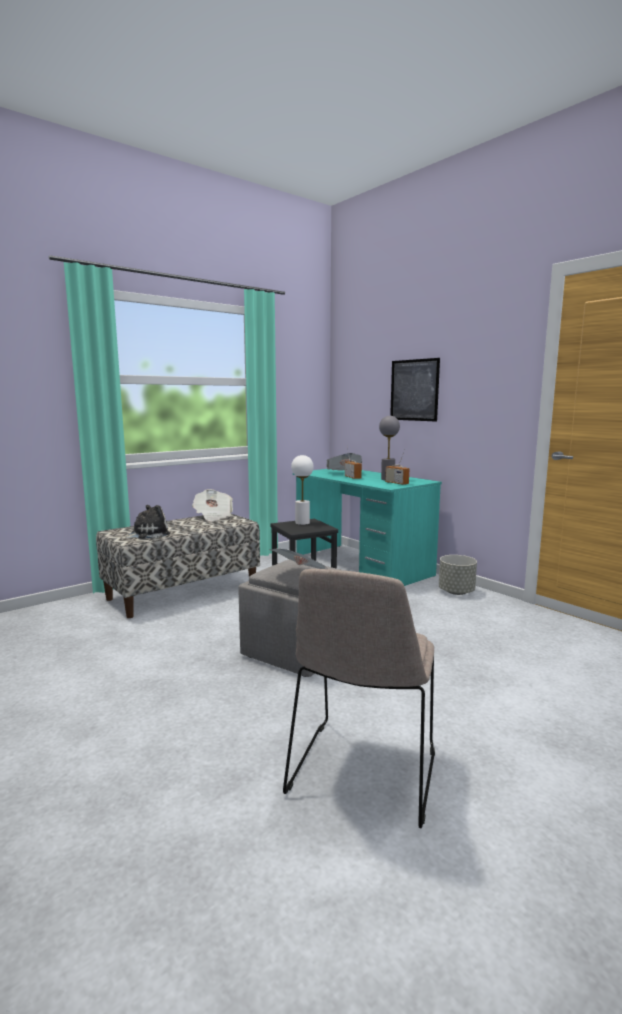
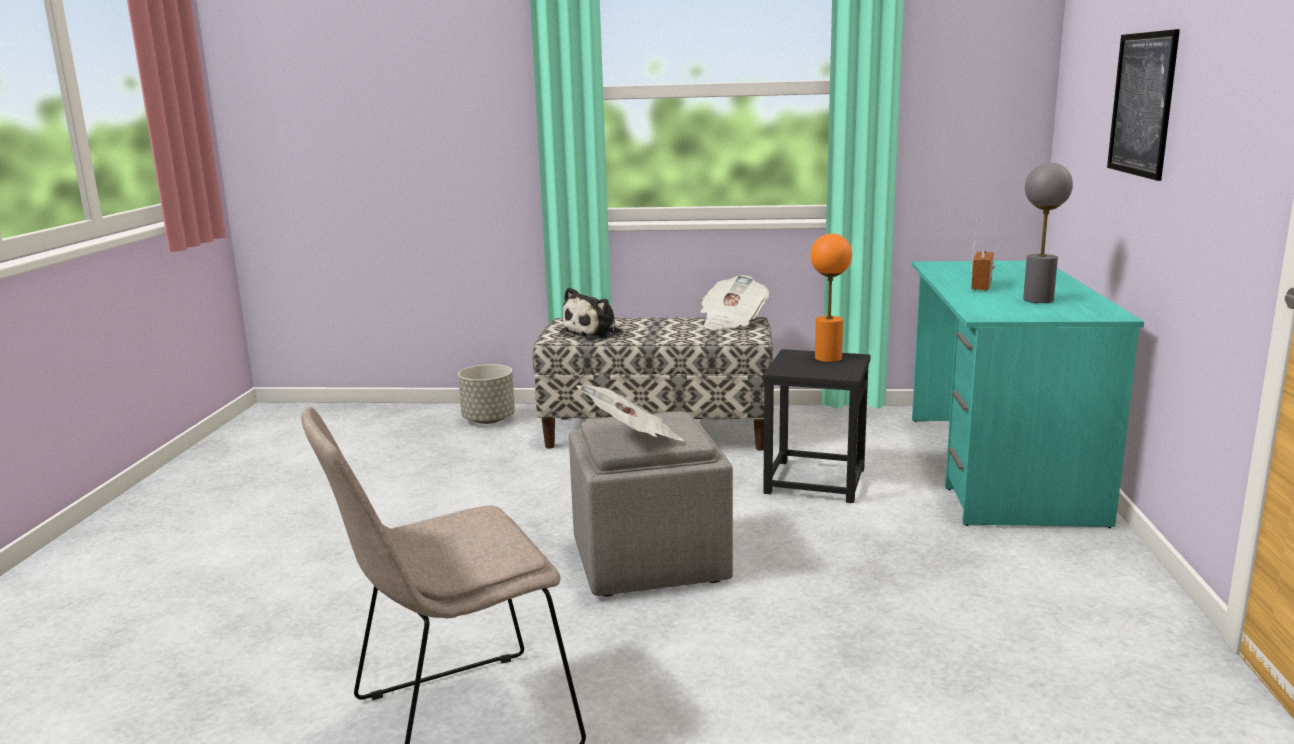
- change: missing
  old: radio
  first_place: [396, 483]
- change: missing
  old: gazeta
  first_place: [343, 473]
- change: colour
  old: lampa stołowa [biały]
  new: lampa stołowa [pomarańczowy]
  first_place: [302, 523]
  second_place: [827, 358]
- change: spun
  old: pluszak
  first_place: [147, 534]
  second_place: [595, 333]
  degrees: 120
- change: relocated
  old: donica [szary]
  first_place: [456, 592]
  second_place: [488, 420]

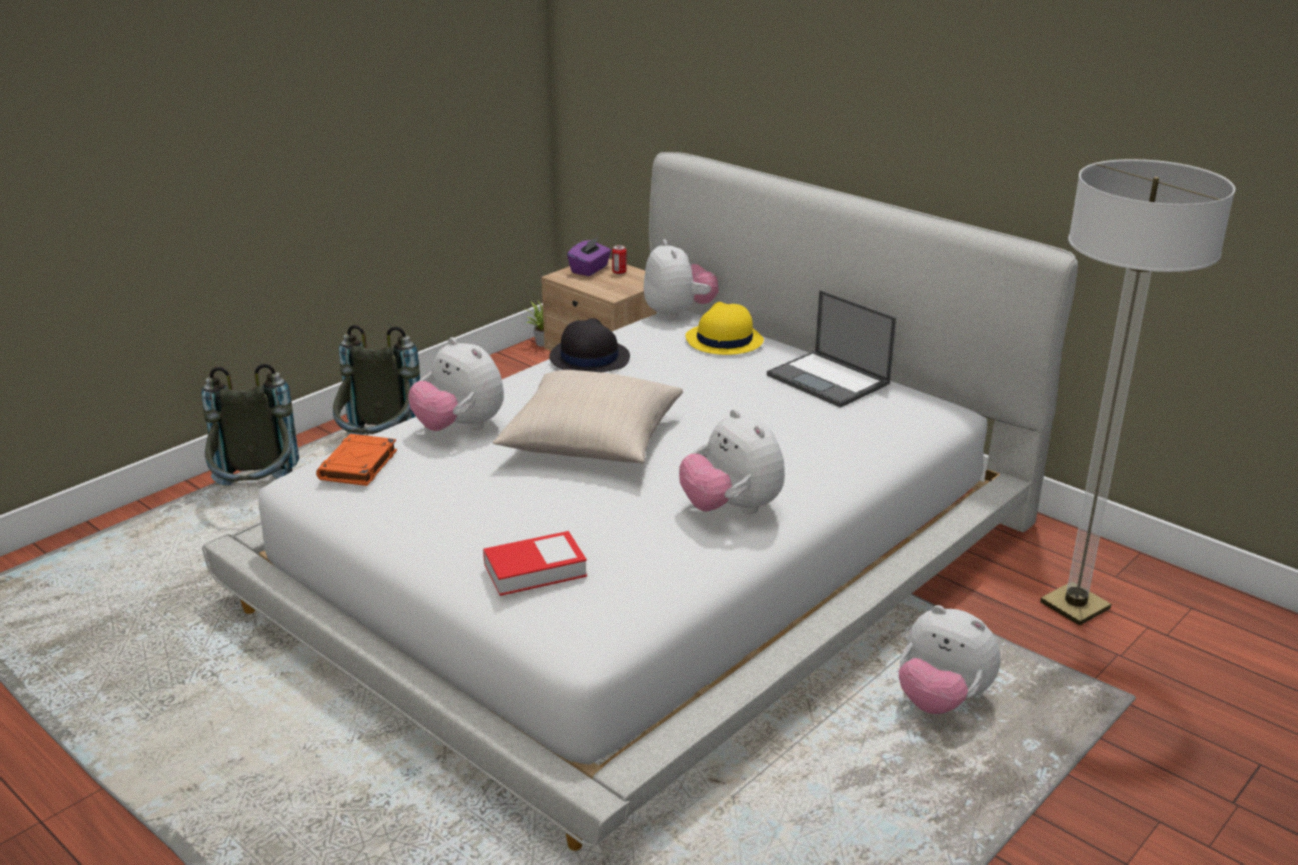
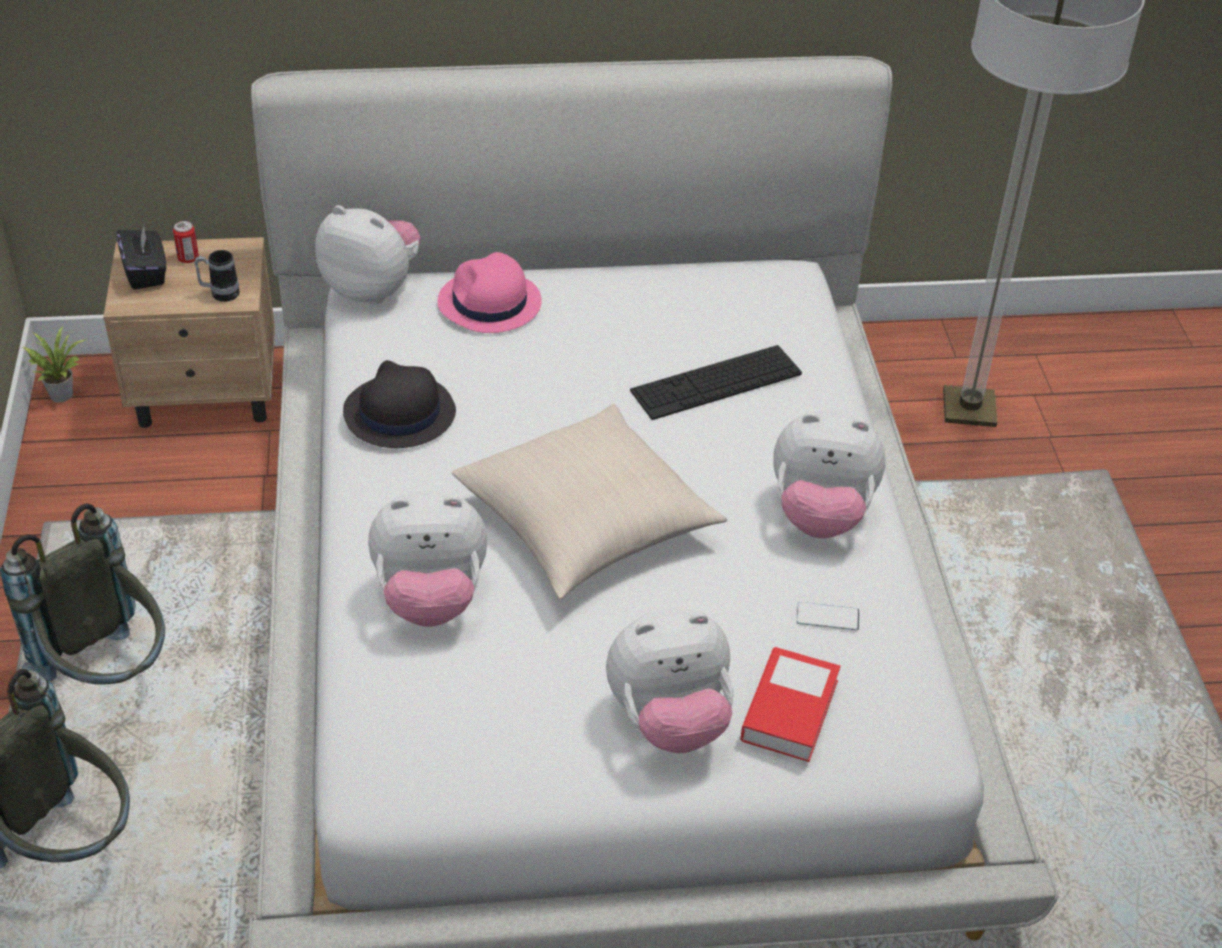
- change: colour
  old: pudełko chusteczek [fioletowy]
  new: pudełko chusteczek [czarny]
  first_place: [590, 269]
  second_place: [145, 273]
- change: missing
  old: laptop
  first_place: [829, 380]
- change: colour
  old: kapelusz [żółty]
  new: kapelusz [różowy]
  first_place: [723, 340]
  second_place: [489, 303]
- change: missing
  old: książka [pomarańczowy]
  first_place: [358, 465]
- change: relocated
  old: pluszak
  first_place: [941, 700]
  second_place: [669, 720]
- change: appeared
  new: kubek
  second_place: [219, 294]
- change: appeared
  new: klawiatura
  second_place: [716, 382]
- change: appeared
  new: telefon
  second_place: [827, 617]

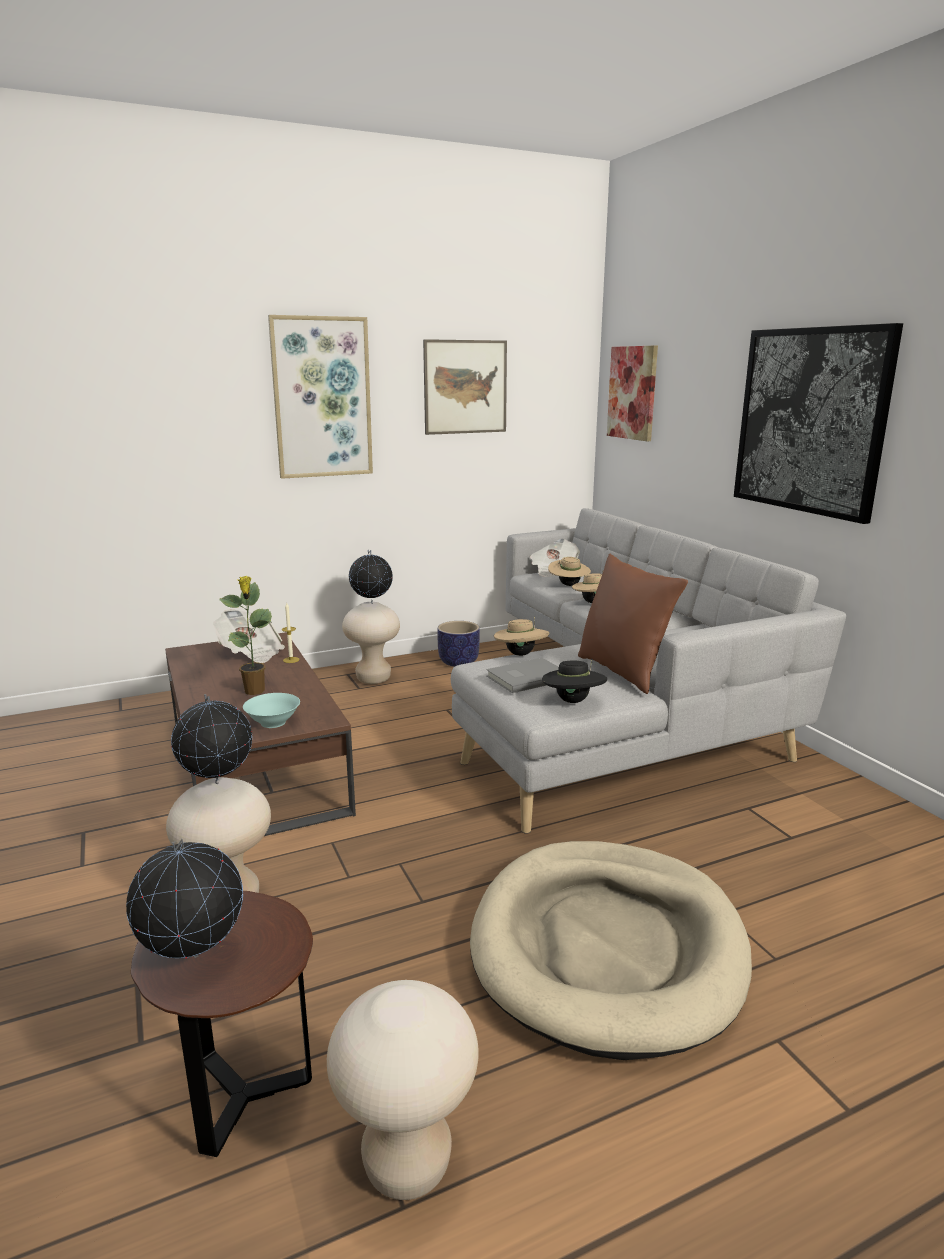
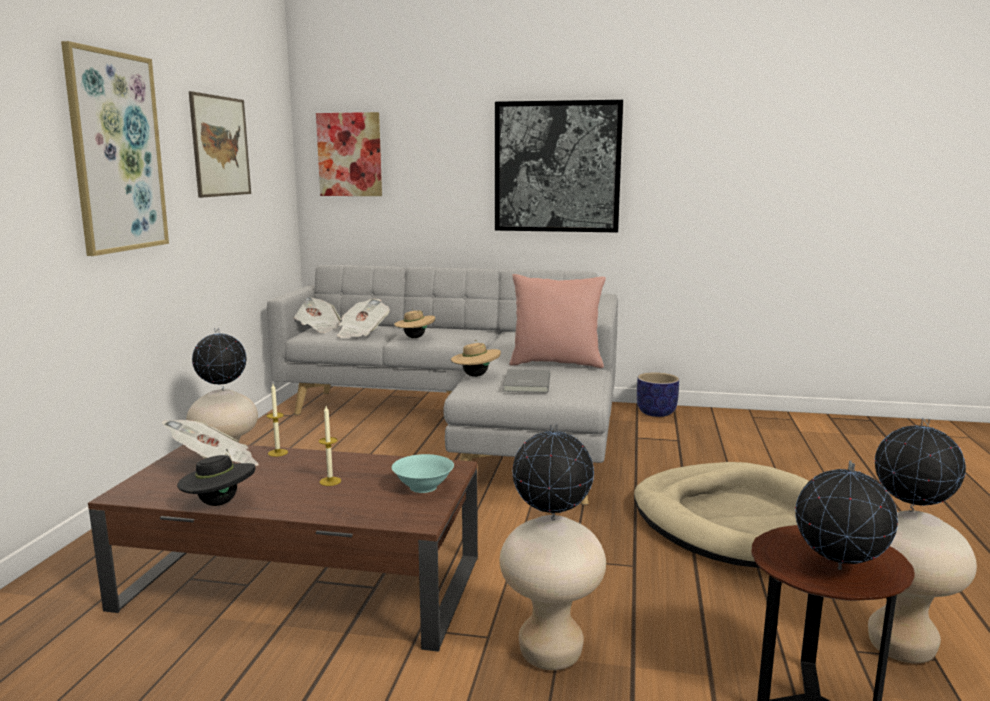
- change: colour
  old: poduszka [brązowy]
  new: poduszka [różowy]
  first_place: [623, 671]
  second_place: [556, 363]
- change: exchanged
  old: kapelusz [beżowy]
  new: gazeta
  first_place: [568, 585]
  second_place: [362, 333]
- change: exchanged
  old: roślina doniczkowa
  new: świeca
  first_place: [254, 691]
  second_place: [330, 481]
- change: relocated
  old: donica
  first_place: [459, 662]
  second_place: [656, 412]
- change: relocated
  old: kapelusz [czarny]
  first_place: [573, 701]
  second_place: [219, 503]
- change: appeared
  new: globus
  second_place: [912, 512]

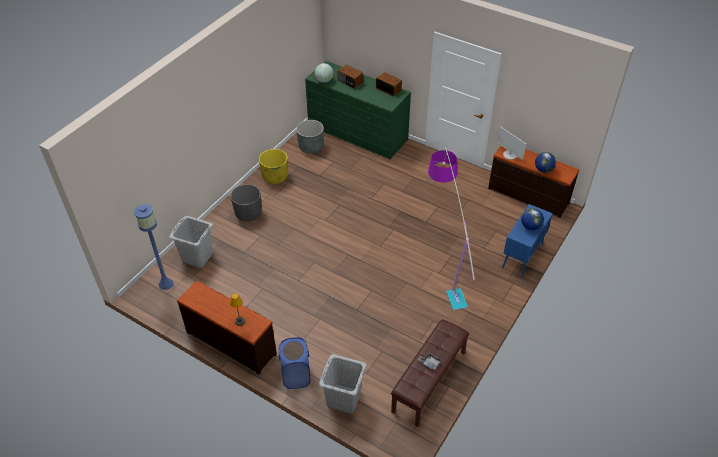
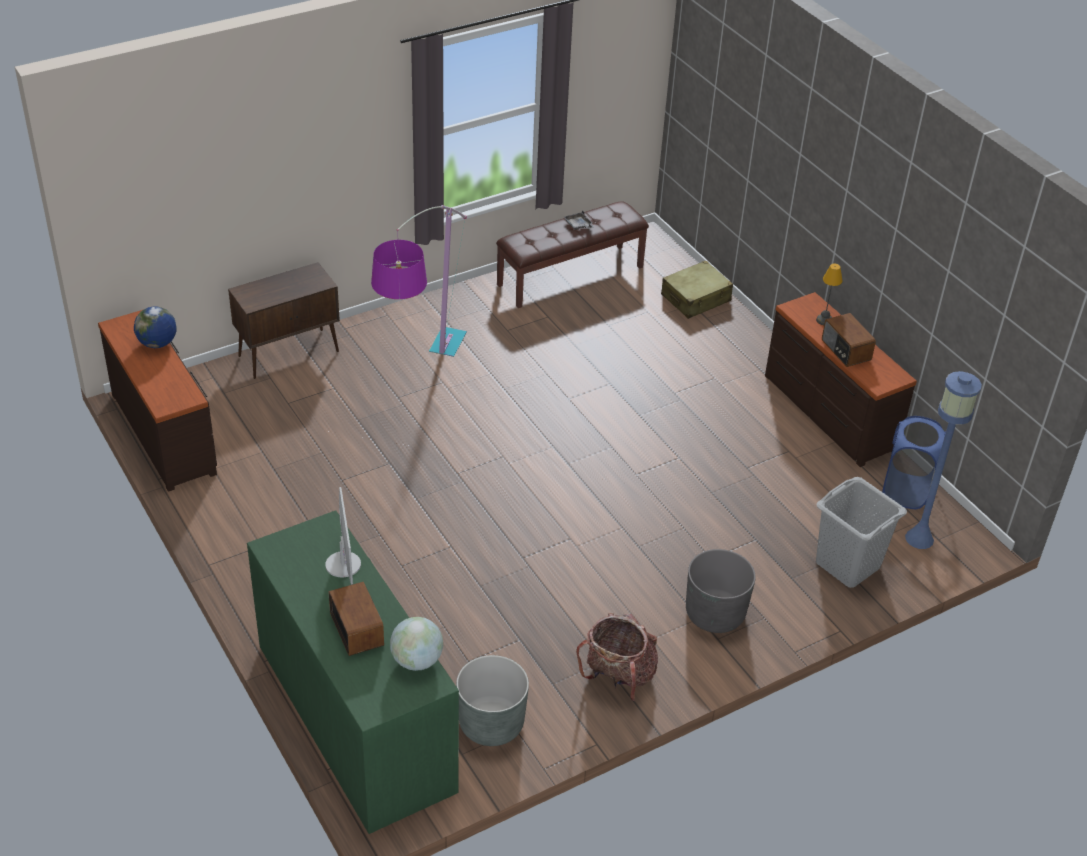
- change: relocated
  old: radio
  first_place: [388, 89]
  second_place: [845, 350]
- change: relocated
  old: monitor
  first_place: [510, 155]
  second_place: [343, 564]
- change: exchanged
  old: donica [żółty]
  new: plecak
  first_place: [275, 177]
  second_place: [618, 676]
- change: colour
  old: szafka [niebieski]
  new: szafka [brązowy]
  first_place: [522, 257]
  second_place: [289, 353]
- change: missing
  old: globus
  first_place: [530, 227]
- change: relocated
  old: kosz na pranie [niebieski]
  first_place: [296, 376]
  second_place: [906, 491]
- change: exchanged
  old: kosz na pranie [szary]
  new: walizka [beżowy]
  first_place: [344, 399]
  second_place: [696, 298]

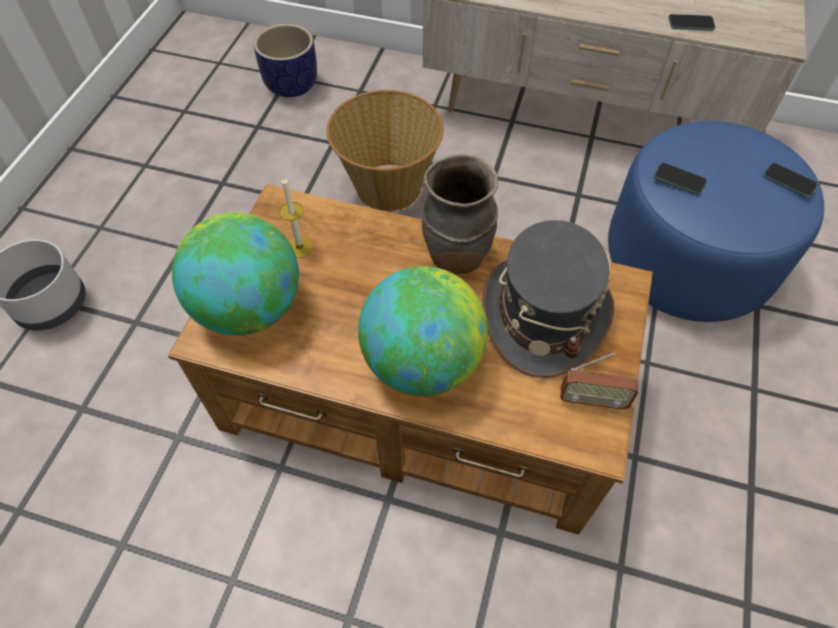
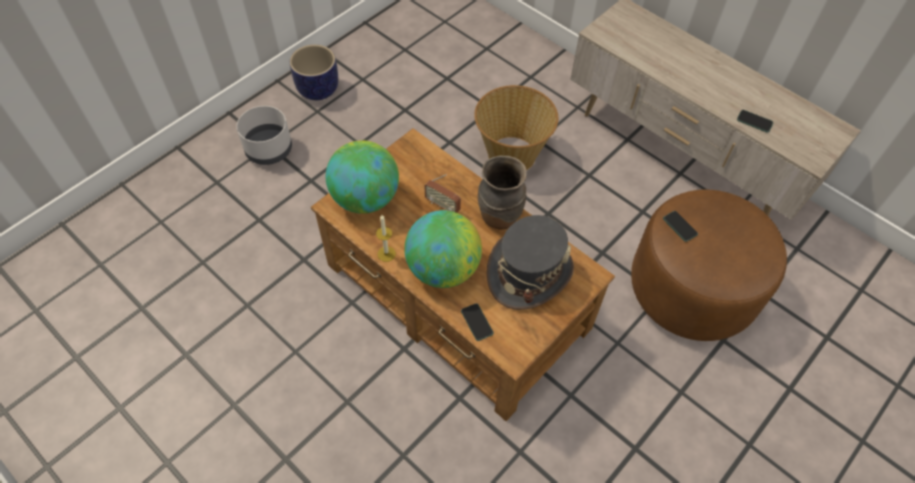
- change: relocated
  old: donica
  first_place: [292, 85]
  second_place: [318, 89]
- change: colour
  old: pufa [niebieski]
  new: pufa [brązowy]
  first_place: [687, 261]
  second_place: [692, 289]
- change: relocated
  old: telefon
  first_place: [789, 181]
  second_place: [477, 322]
- change: relocated
  old: świeca
  first_place: [299, 247]
  second_place: [386, 254]
- change: relocated
  old: radio
  first_place: [592, 400]
  second_place: [442, 206]

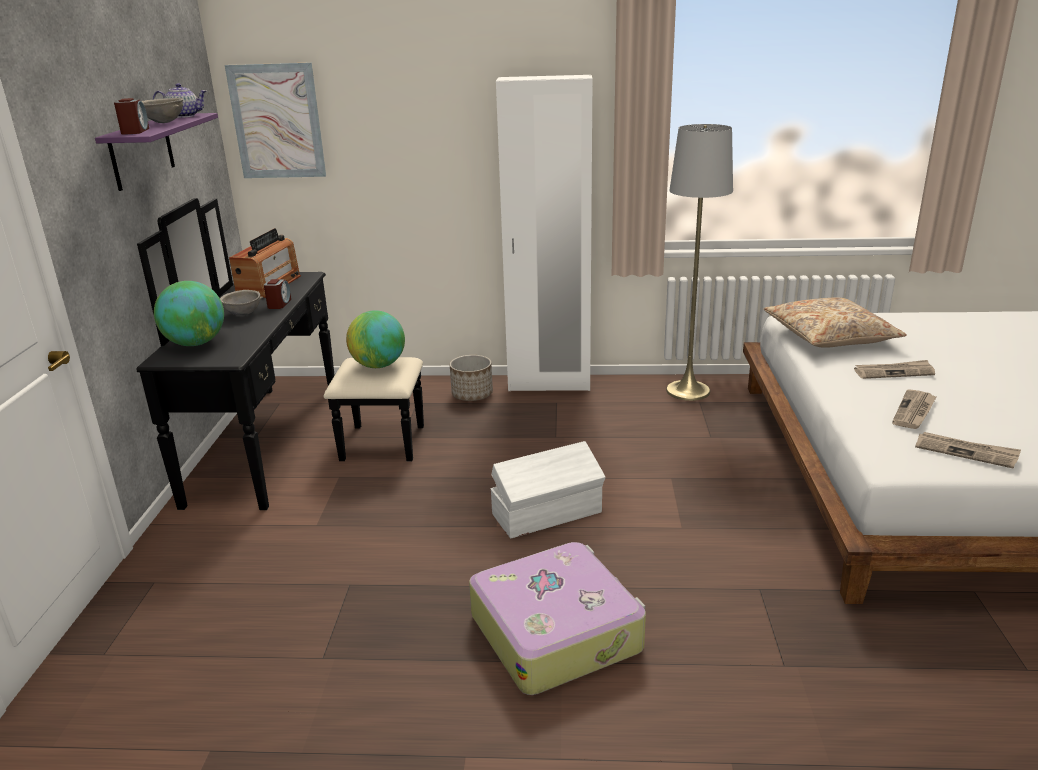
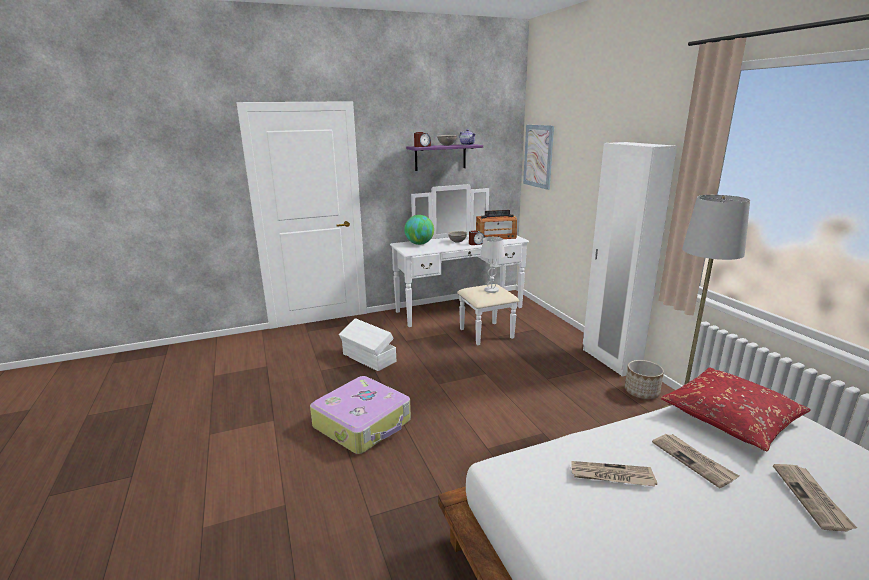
- change: colour
  old: komoda [czarny]
  new: komoda [biały]
  first_place: [294, 442]
  second_place: [465, 314]
- change: colour
  old: poduszka [beżowy]
  new: poduszka [czerwony]
  first_place: [829, 336]
  second_place: [731, 417]
- change: exchanged
  old: globus
  new: lampa stołowa [biały]
  first_place: [378, 365]
  second_place: [491, 290]
- change: relocated
  old: donica
  first_place: [472, 394]
  second_place: [641, 392]
- change: relocated
  old: gazeta
  first_place: [966, 452]
  second_place: [812, 498]
- change: relocated
  old: pojemnik do przechowywania [biały]
  first_place: [548, 514]
  second_place: [369, 358]

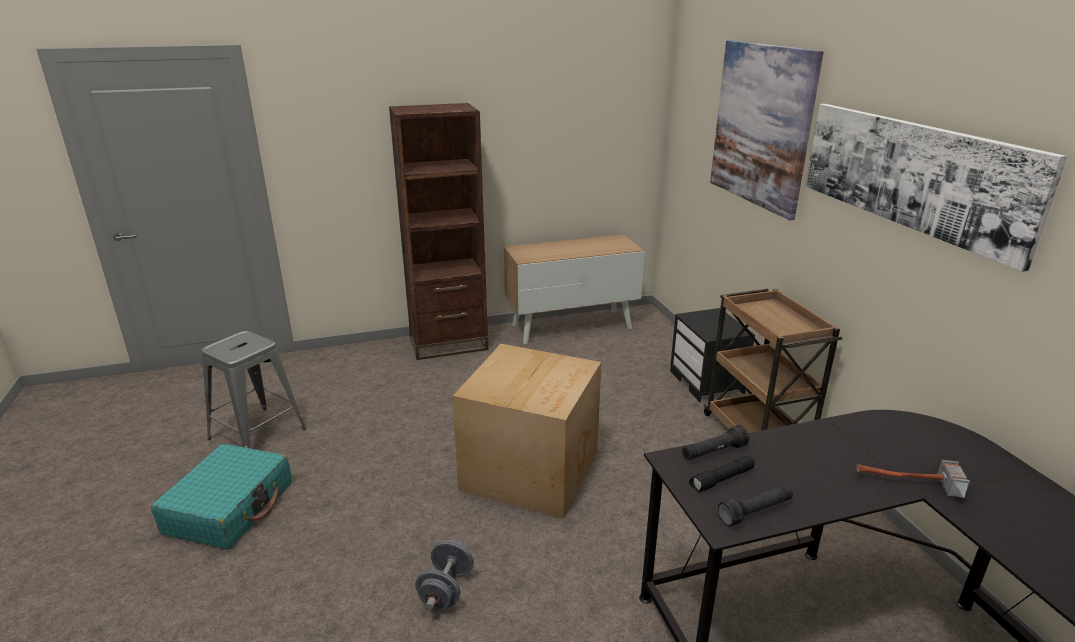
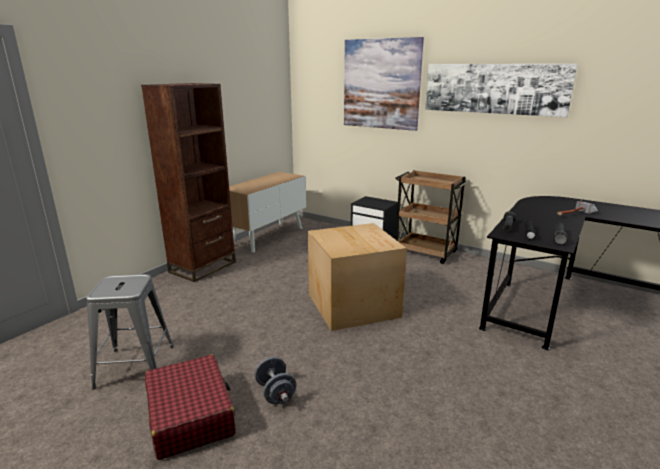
- change: colour
  old: walizka [turkusowy]
  new: walizka [czerwony]
  first_place: [230, 508]
  second_place: [190, 415]
- change: relocated
  old: hantel [szary]
  first_place: [446, 590]
  second_place: [275, 393]

